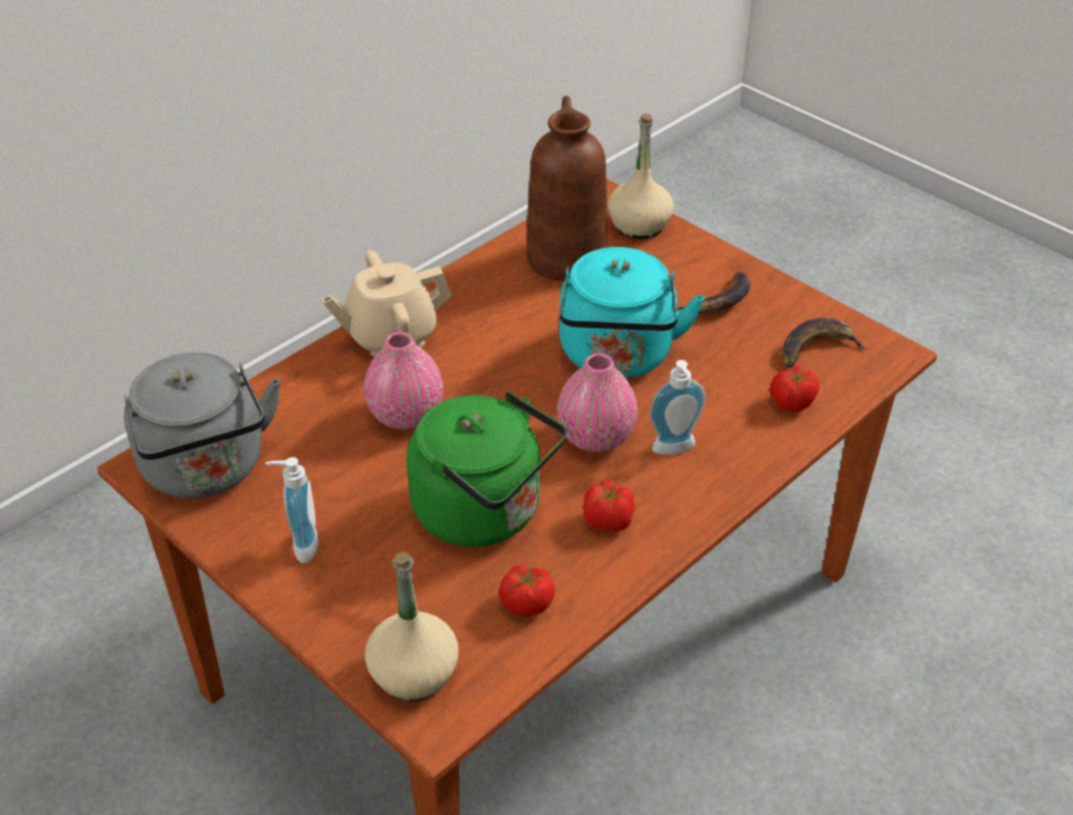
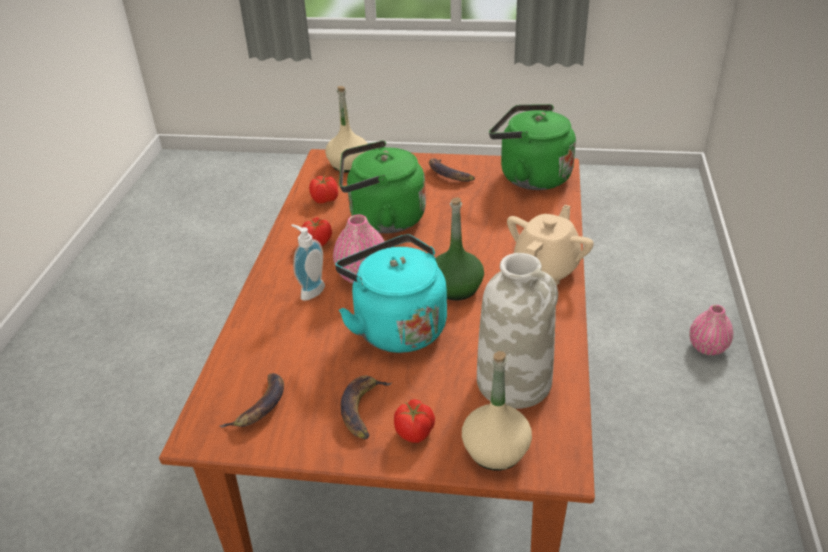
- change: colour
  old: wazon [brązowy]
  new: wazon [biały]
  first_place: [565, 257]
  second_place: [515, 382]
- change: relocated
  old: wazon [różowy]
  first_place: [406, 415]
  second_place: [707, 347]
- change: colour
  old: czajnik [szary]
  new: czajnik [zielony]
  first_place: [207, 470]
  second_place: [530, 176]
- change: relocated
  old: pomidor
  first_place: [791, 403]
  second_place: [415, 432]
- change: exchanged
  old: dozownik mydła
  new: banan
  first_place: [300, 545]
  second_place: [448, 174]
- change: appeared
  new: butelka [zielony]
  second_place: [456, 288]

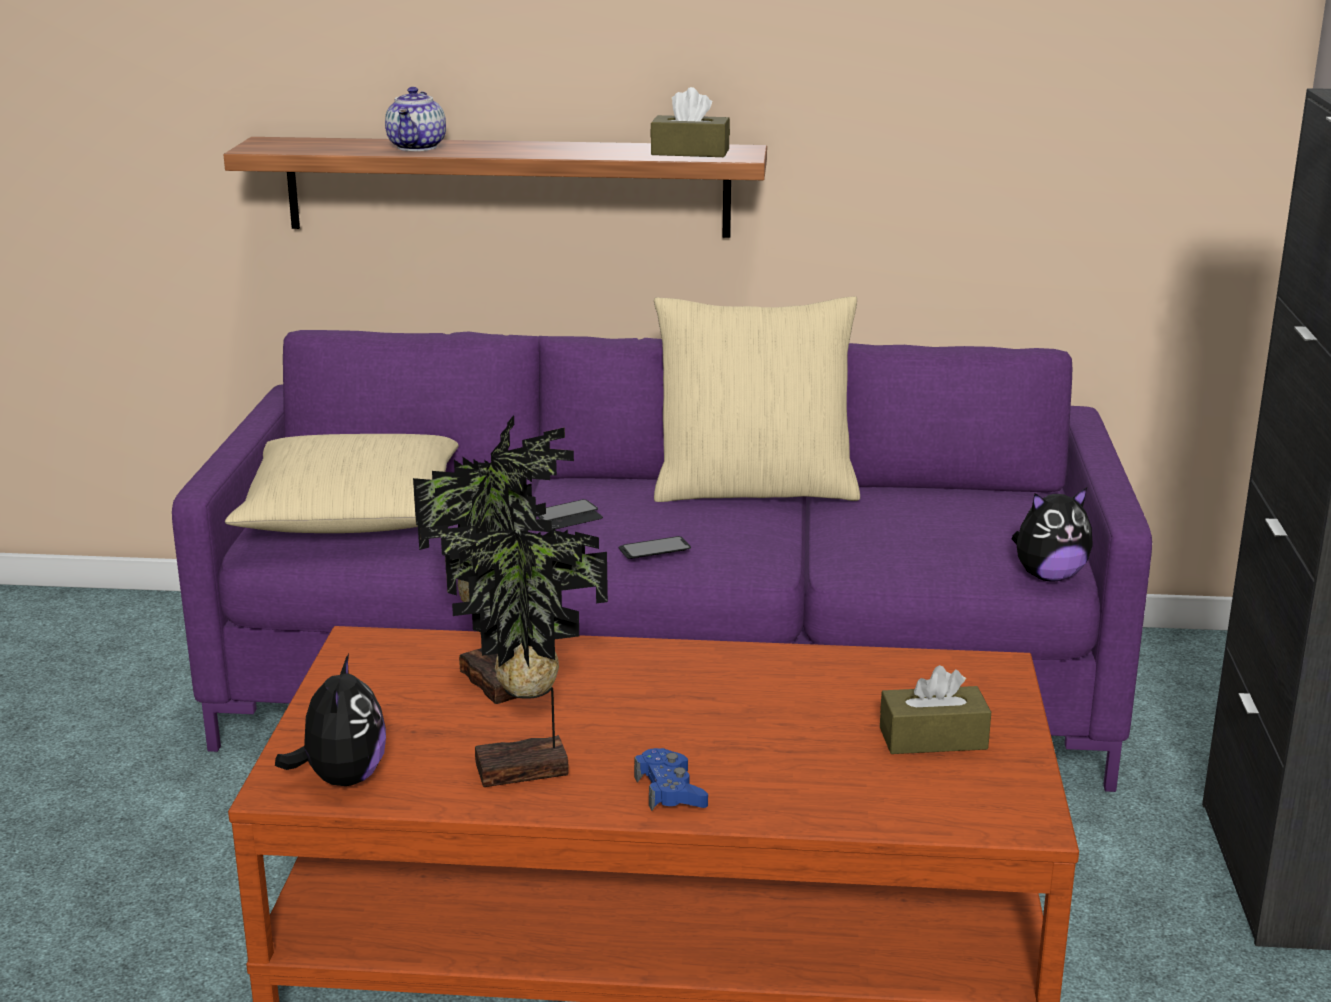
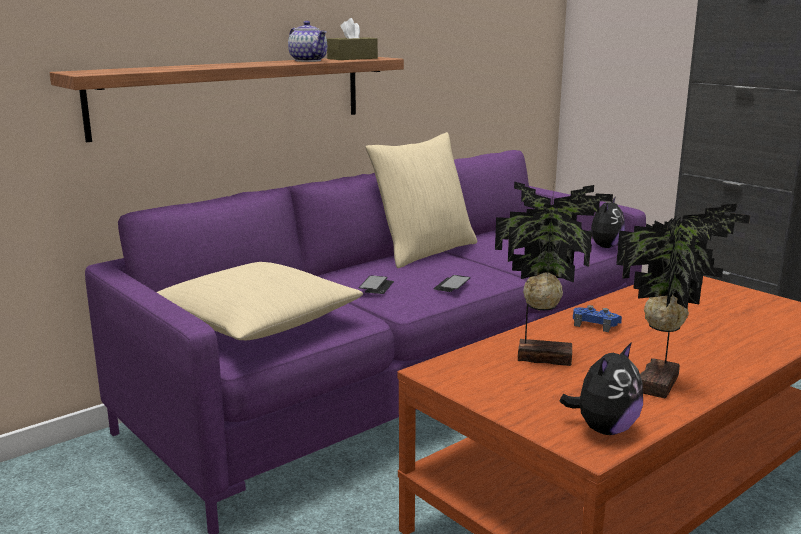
- change: relocated
  old: imbryk
  first_place: [418, 147]
  second_place: [309, 61]
- change: spun
  old: pluszak
  first_place: [342, 779]
  second_place: [604, 429]
  degrees: 90
- change: missing
  old: pudełko chusteczek [brązowy]
  first_place: [933, 738]
- change: relocated
  old: pad do gier [niebieski]
  first_place: [670, 791]
  second_place: [595, 324]

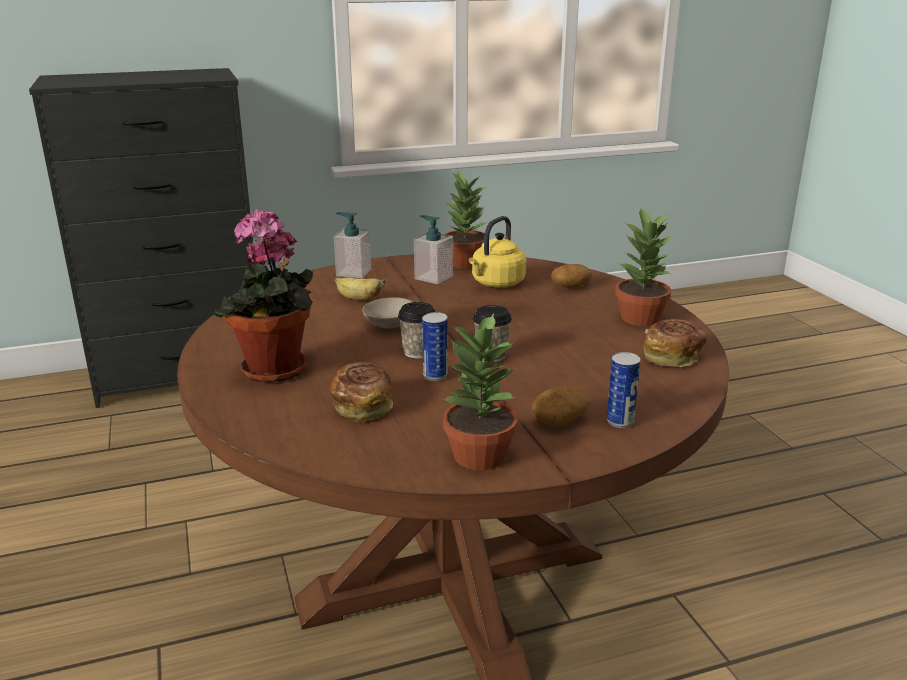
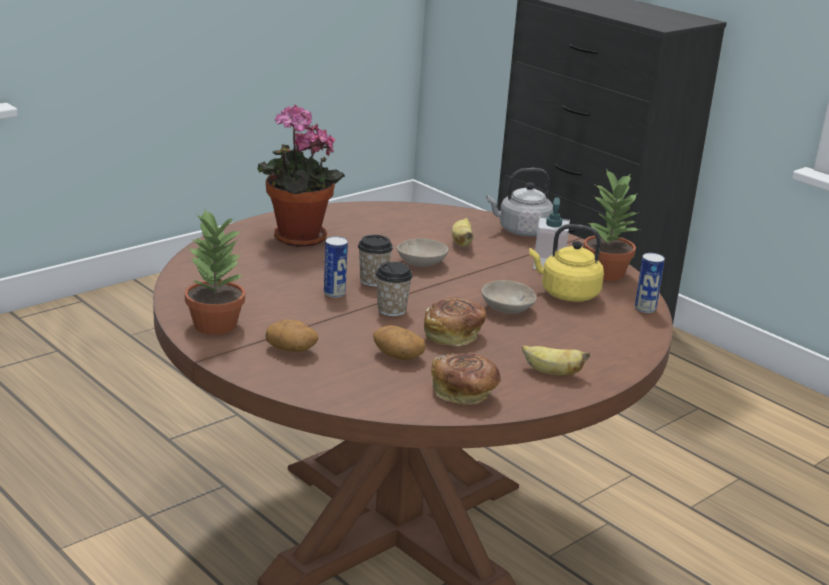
- change: exchanged
  old: roślina doniczkowa
  new: banan
  first_place: [640, 318]
  second_place: [551, 372]
- change: exchanged
  old: dozownik mydła
  new: czajnik [szary]
  first_place: [353, 272]
  second_place: [521, 231]
- change: relocated
  old: ziemniak
  first_place: [570, 286]
  second_place: [397, 355]
- change: relocated
  old: puszka
  first_place: [620, 421]
  second_place: [645, 309]
- change: relocated
  old: chleb
  first_place: [362, 406]
  second_place: [453, 335]
- change: appeared
  new: miska [beżowy]
  second_place: [505, 308]

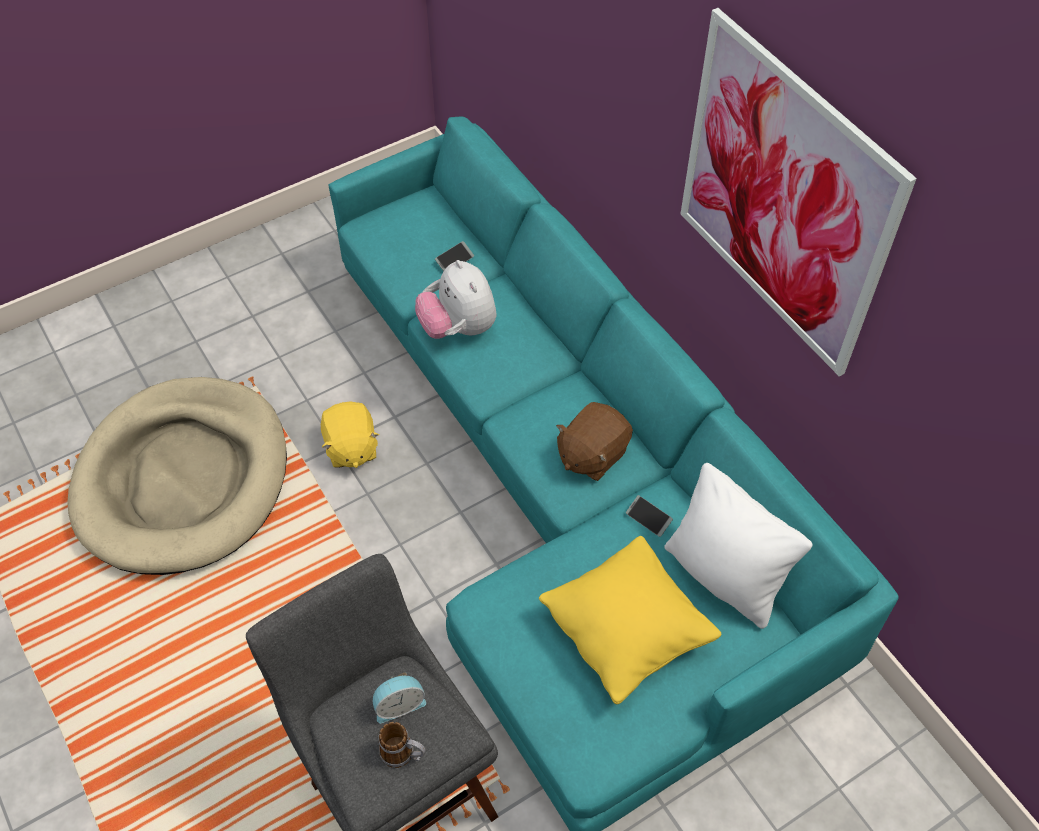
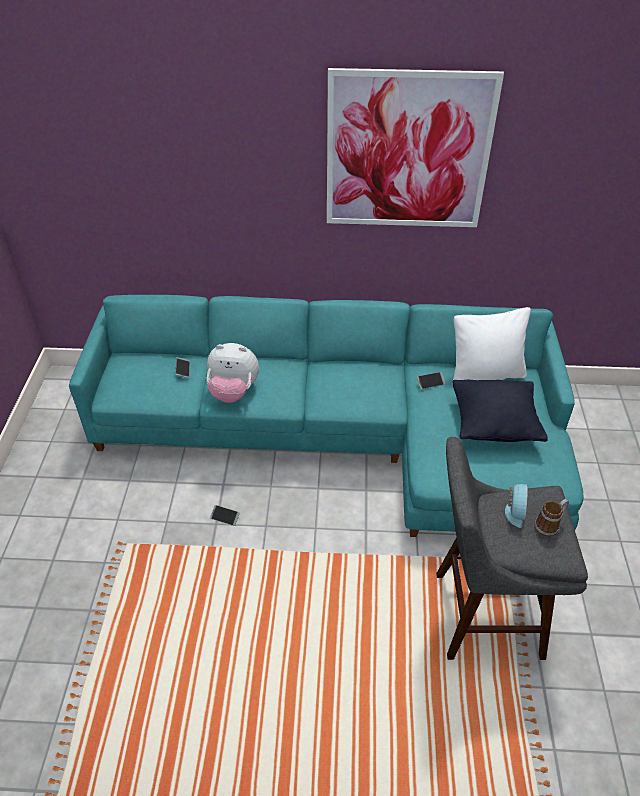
- change: missing
  old: legowisko [beżowy]
  first_place: [183, 479]
- change: exchanged
  old: pluszak [żółty]
  new: telefon
  first_place: [351, 448]
  second_place: [225, 517]
- change: missing
  old: pluszak [brązowy]
  first_place: [592, 454]
- change: colour
  old: poduszka [żółty]
  new: poduszka [czarny]
  first_place: [626, 632]
  second_place: [493, 425]

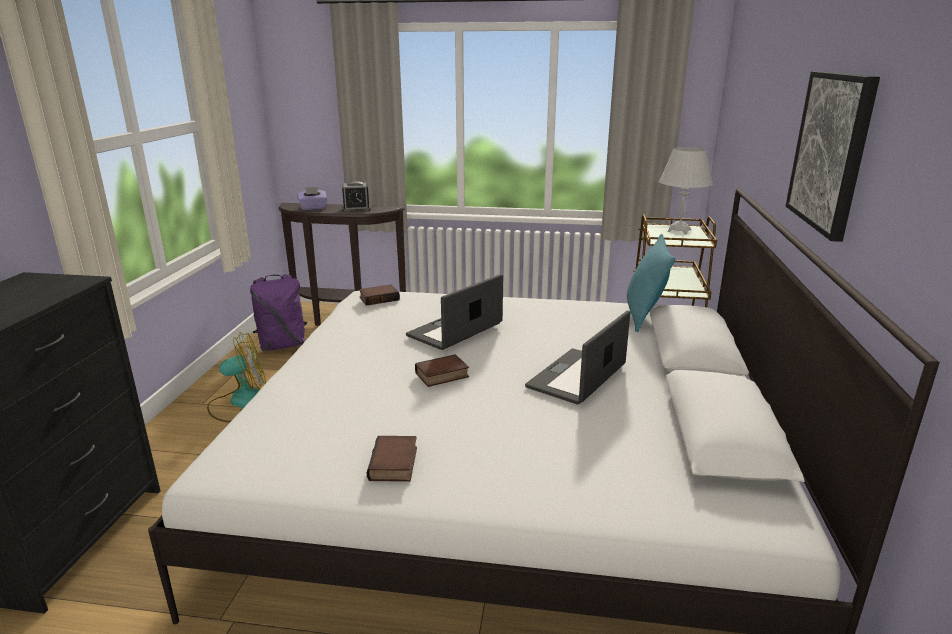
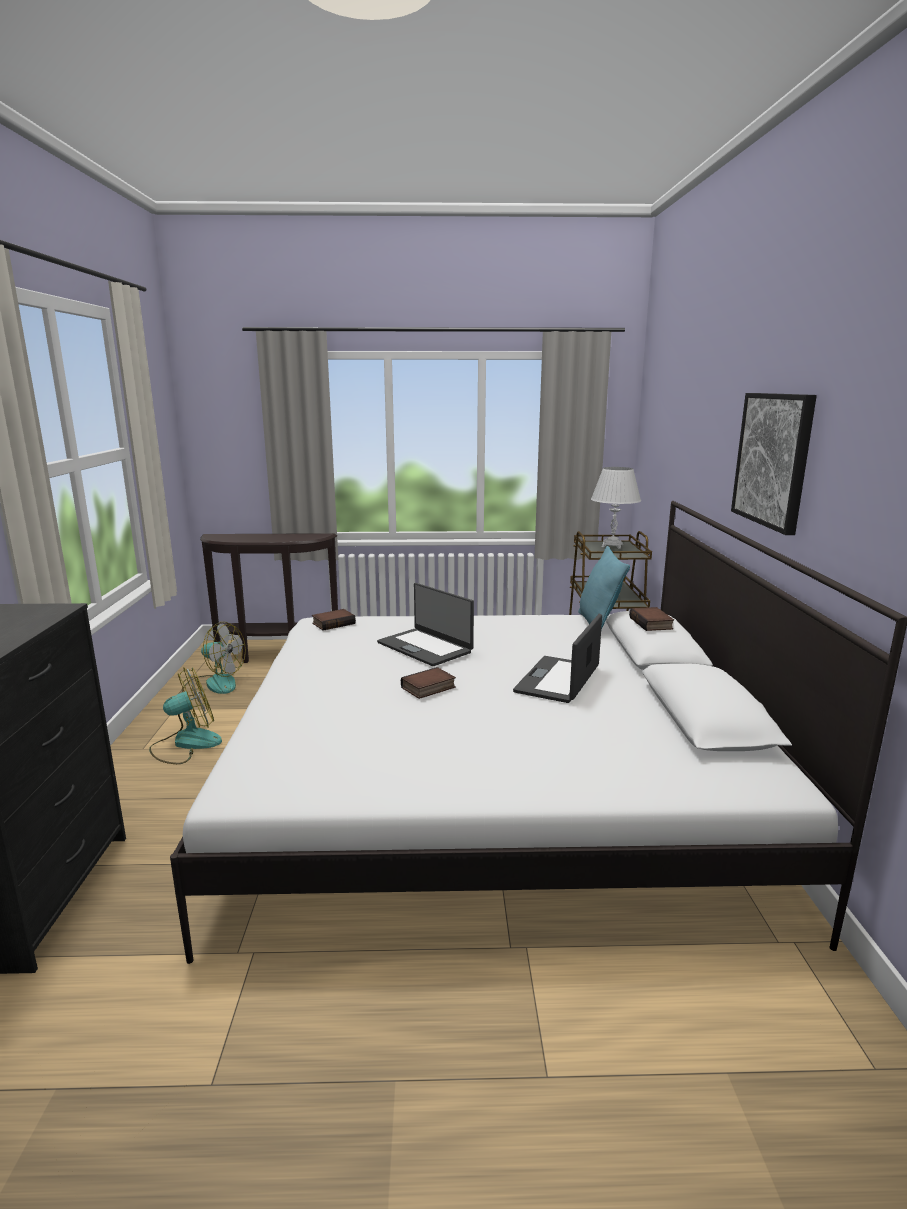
- change: missing
  old: budzik
  first_place: [356, 209]
- change: missing
  old: pudełko chusteczek [fioletowy]
  first_place: [313, 208]
- change: exchanged
  old: plecak [fioletowy]
  new: wentylator
  first_place: [282, 345]
  second_place: [213, 684]
- change: spun
  old: laptop
  first_place: [456, 330]
  second_place: [425, 647]
  degrees: -75
- change: relocated
  old: książka
  first_place: [395, 464]
  second_place: [652, 623]

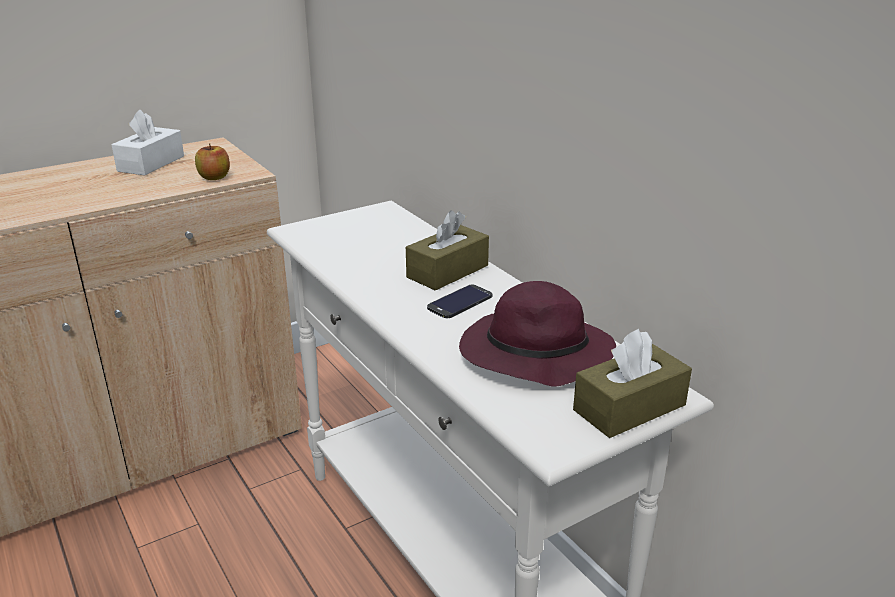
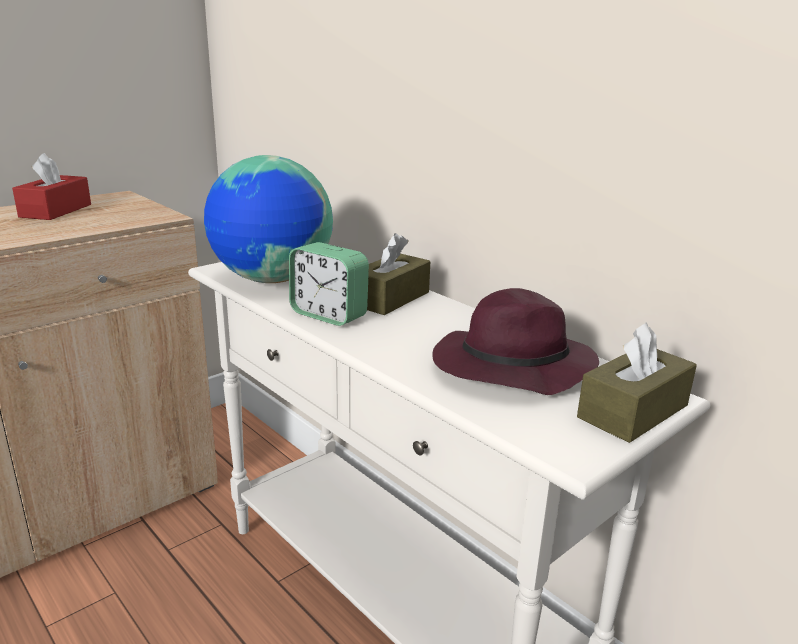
- change: colour
  old: pudełko chusteczek [biały]
  new: pudełko chusteczek [czerwony]
  first_place: [151, 163]
  second_place: [56, 211]
- change: missing
  old: jabłko
  first_place: [214, 177]
- change: missing
  old: telefon
  first_place: [460, 302]
- change: appeared
  new: globus
  second_place: [272, 280]
- change: appeared
  new: budzik
  second_place: [329, 315]

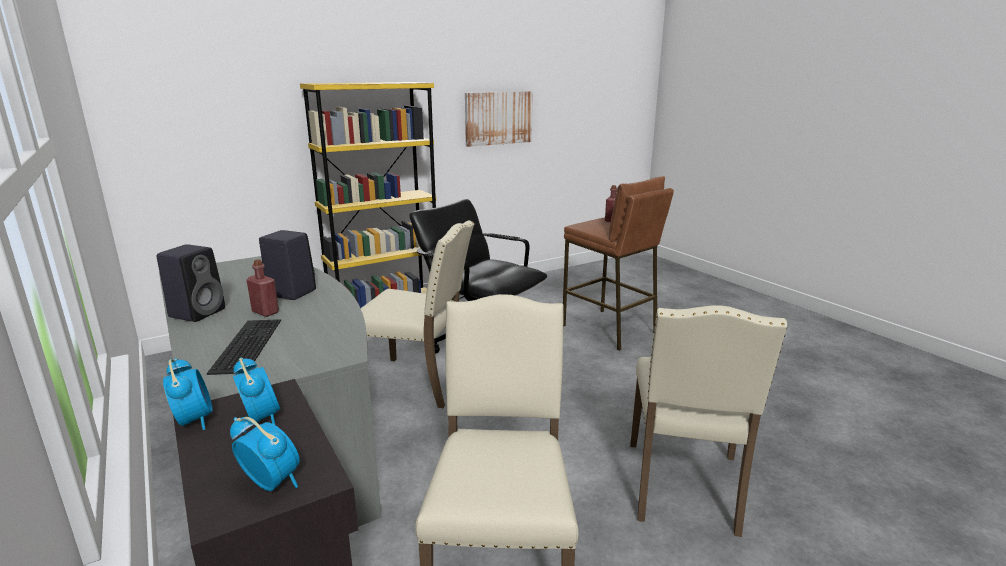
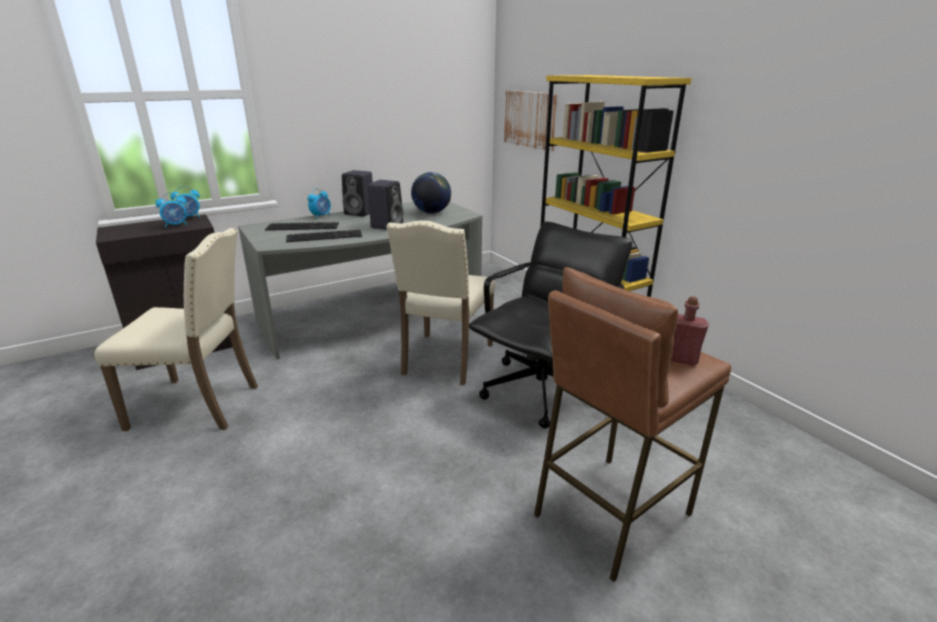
- change: relocated
  old: obraz
  first_place: [498, 118]
  second_place: [530, 119]
- change: missing
  old: butelka [czerwony]
  first_place: [265, 312]
- change: missing
  old: krzesło [beżowy]
  first_place: [684, 488]
- change: relocated
  old: budzik
  first_place: [271, 483]
  second_place: [321, 216]
- change: appeared
  new: globus
  second_place: [431, 213]
- change: appeared
  new: klawiatura
  second_place: [325, 235]

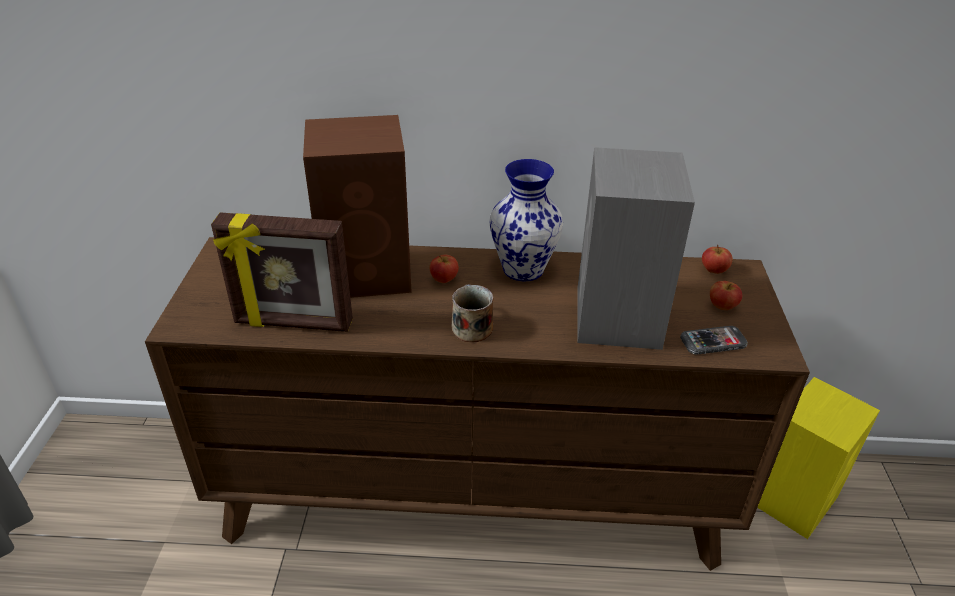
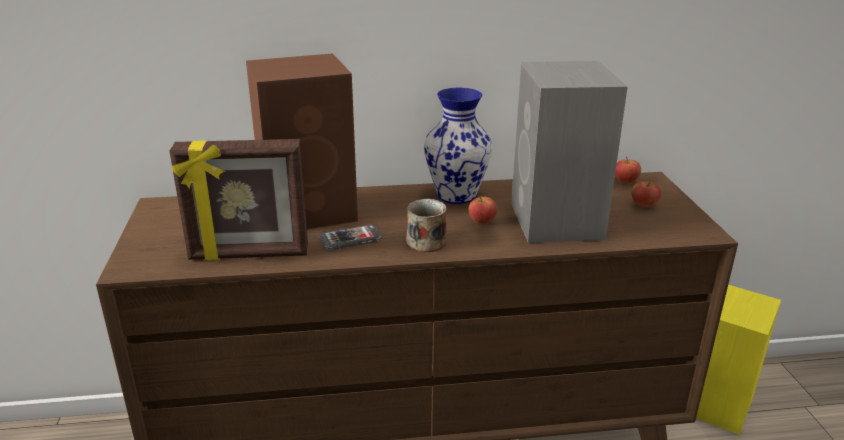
- change: relocated
  old: jabłko
  first_place: [444, 280]
  second_place: [482, 222]
- change: relocated
  old: telefon
  first_place: [713, 342]
  second_place: [350, 239]

